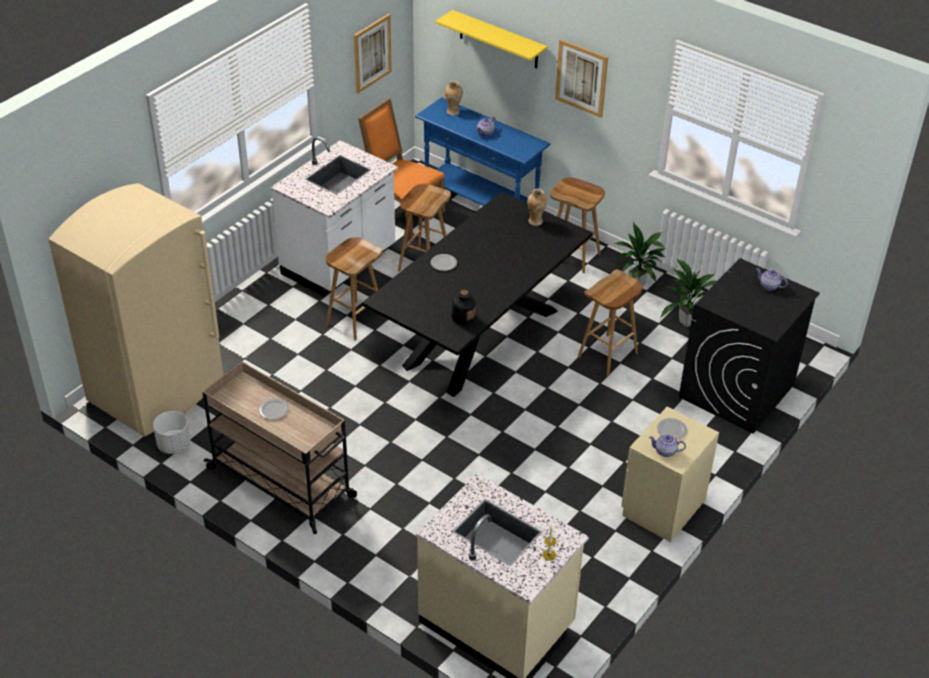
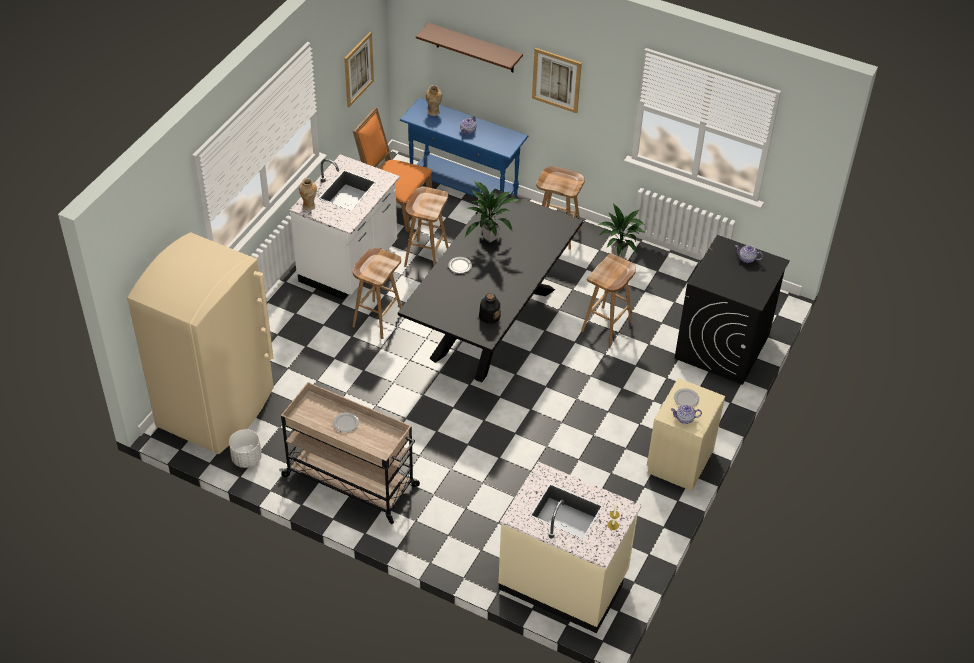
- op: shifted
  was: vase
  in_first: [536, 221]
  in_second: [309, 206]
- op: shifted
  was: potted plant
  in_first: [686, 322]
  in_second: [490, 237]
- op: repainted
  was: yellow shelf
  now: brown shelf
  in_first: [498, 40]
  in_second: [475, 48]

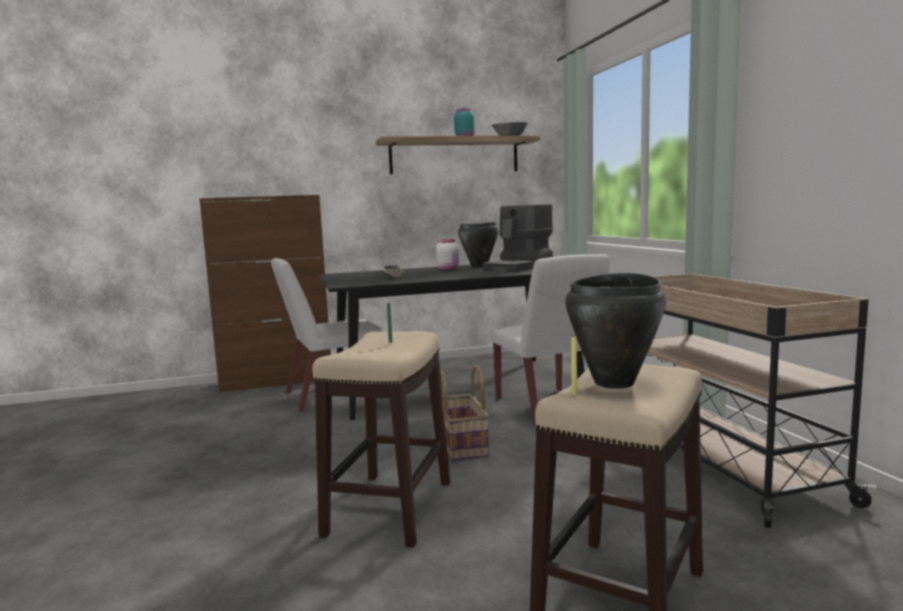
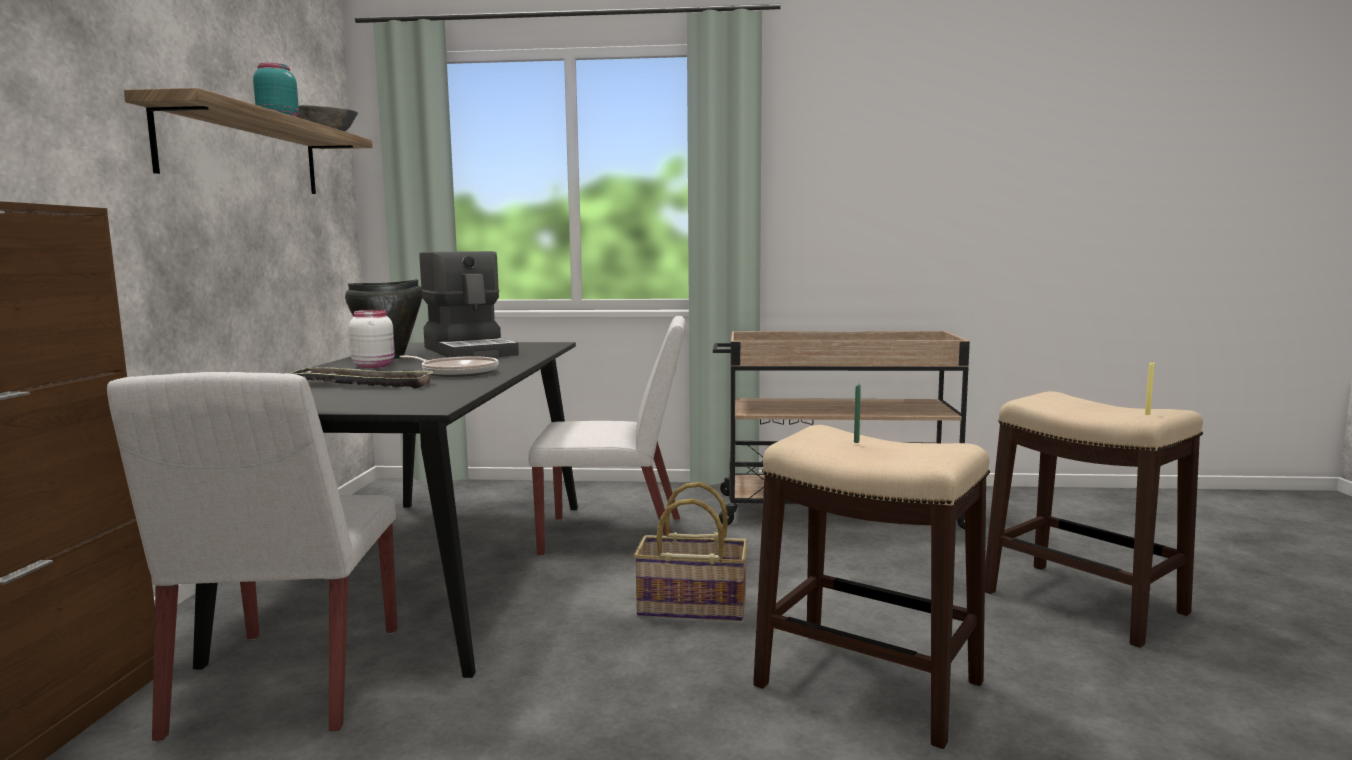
- op: gone
  was: black cooking pot
  in_first: [615, 383]
- op: new
  now: frying pan
  in_second: [457, 372]

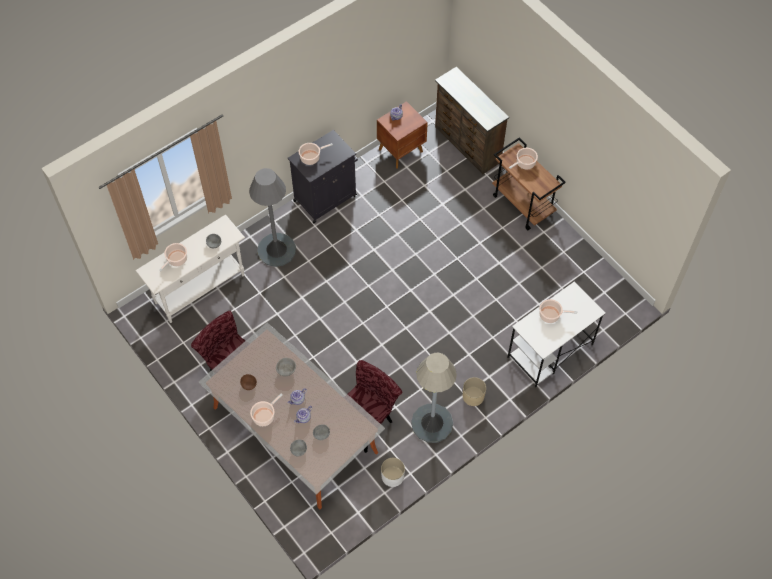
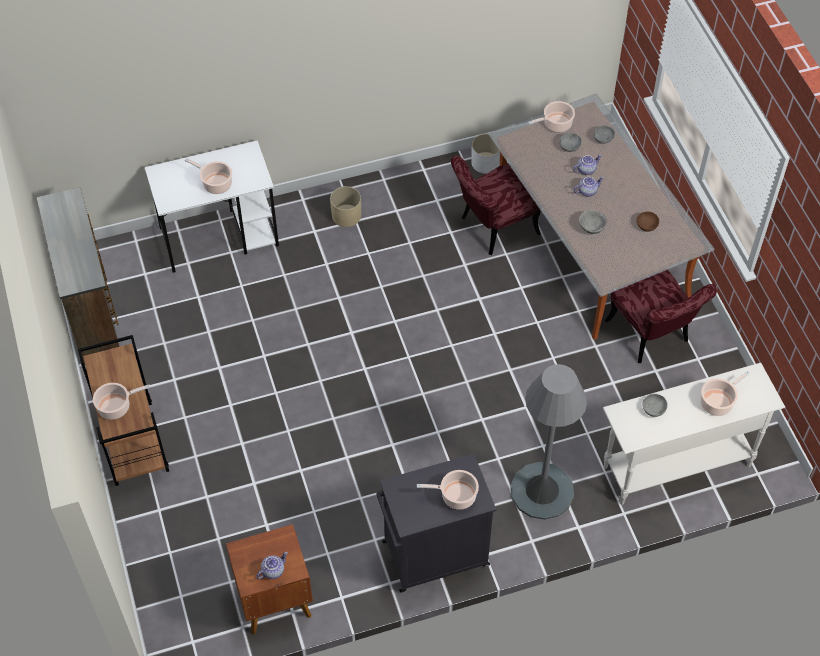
- op: gone
  was: grey floor lamp
  in_first: [432, 423]
- op: shifted
  was: cooking pot
  in_first: [264, 416]
  in_second: [555, 124]
- op: shifted
  was: brown dresser
  in_first: [467, 145]
  in_second: [92, 312]

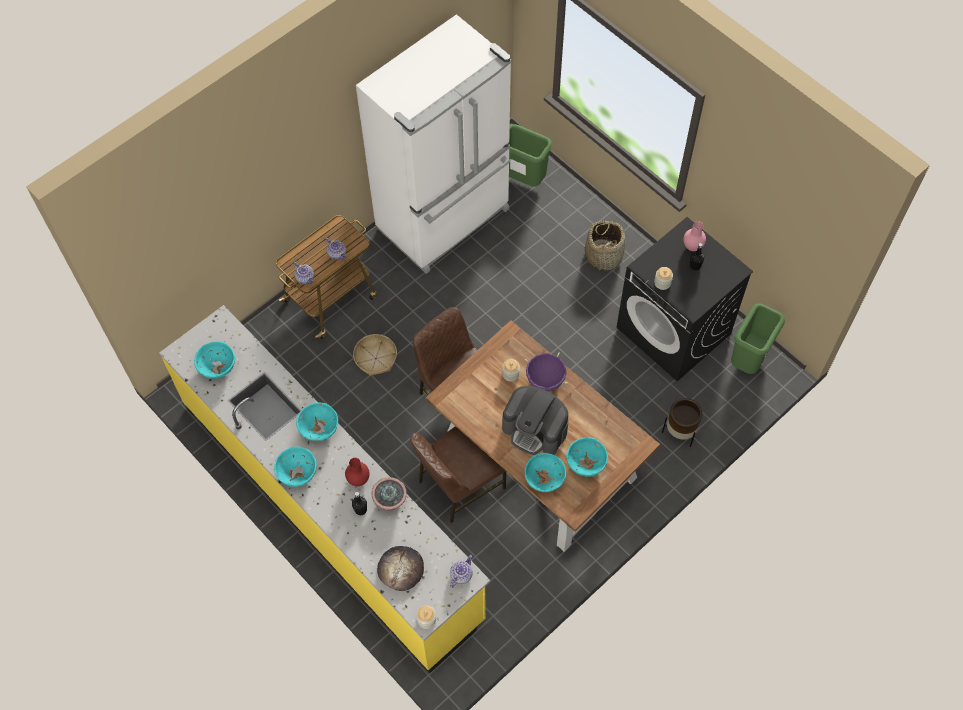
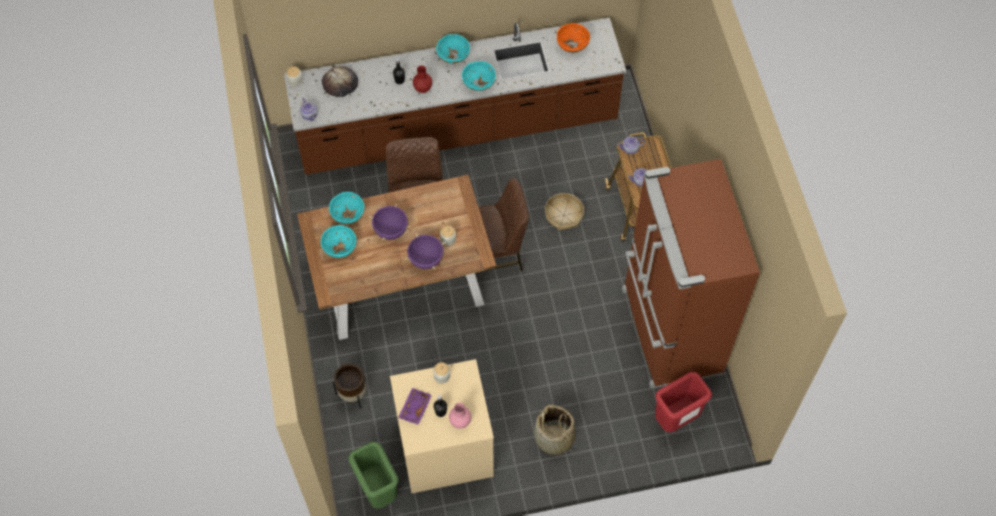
- op: gone
  was: potted plant
  in_first: [390, 501]
- op: new
  now: purple tray
  in_second: [414, 408]
- op: swapped
  was: coffee machine
  now: purple cooking pot
  in_first: [535, 429]
  in_second: [391, 231]
- op: repainted
  was: yellow counter
  now: brown counter
  in_first: [331, 508]
  in_second: [457, 129]
- op: repainted
  was: turquoise bowl
  now: orange bowl
  in_first: [218, 367]
  in_second: [572, 46]
- op: repainted
  was: white fridge
  now: brown fridge
  in_first: [445, 220]
  in_second: [669, 332]
- op: repainted
  was: green trash can
  now: red trash can
  in_first: [524, 179]
  in_second: [676, 419]
- op: repainted
  was: black washing machine
  now: beige washing machine
  in_first: [674, 331]
  in_second: [444, 449]

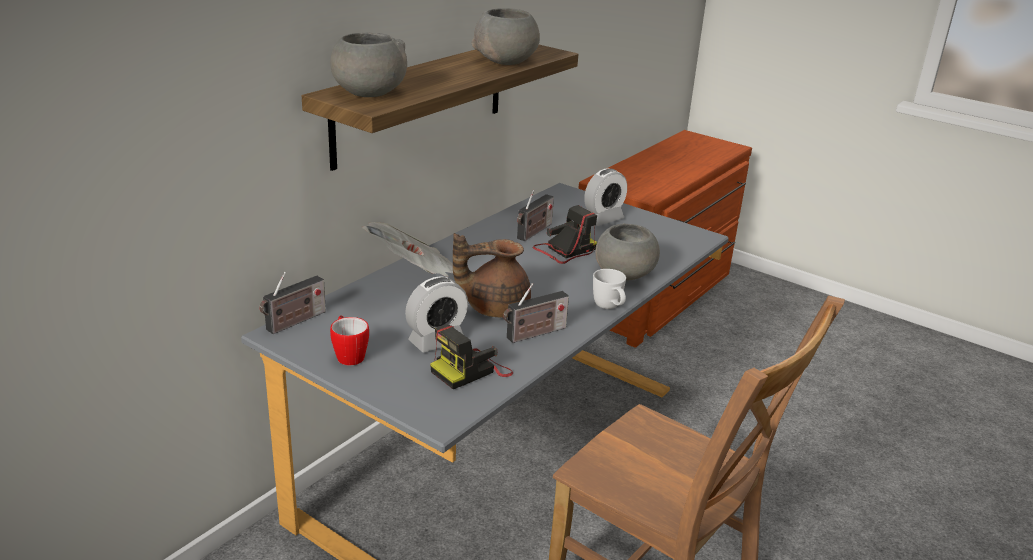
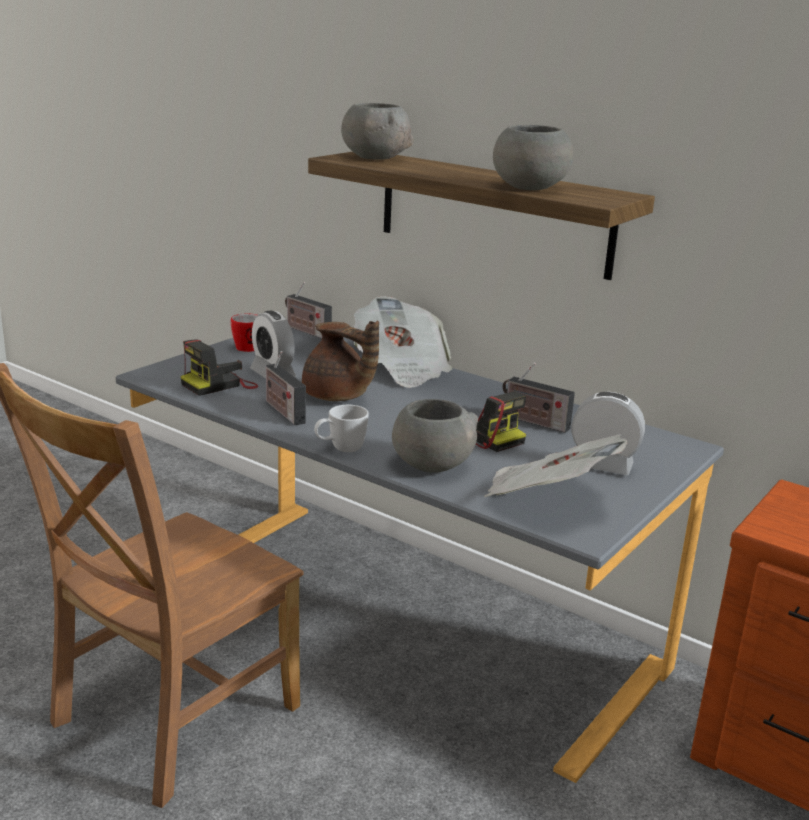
- op: new
  now: newspaper
  in_second: [547, 498]
- op: rotated
  was: photo camera
  in_first: [471, 371]
  in_second: [219, 385]
  clockwise: -90
- op: rotated
  was: brown teapot
  in_first: [494, 307]
  in_second: [337, 397]
  clockwise: 135
- op: rotated
  was: alarm clock
  in_first: [603, 219]
  in_second: [602, 465]
  clockwise: 150

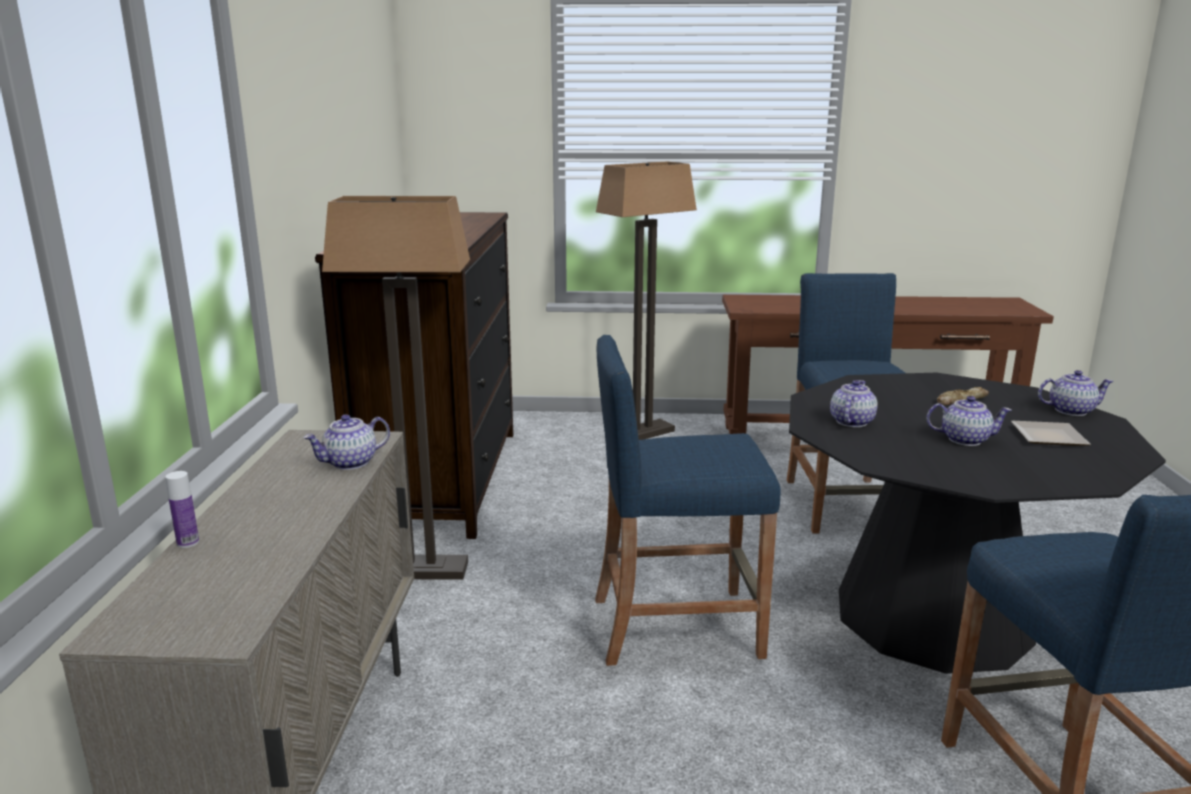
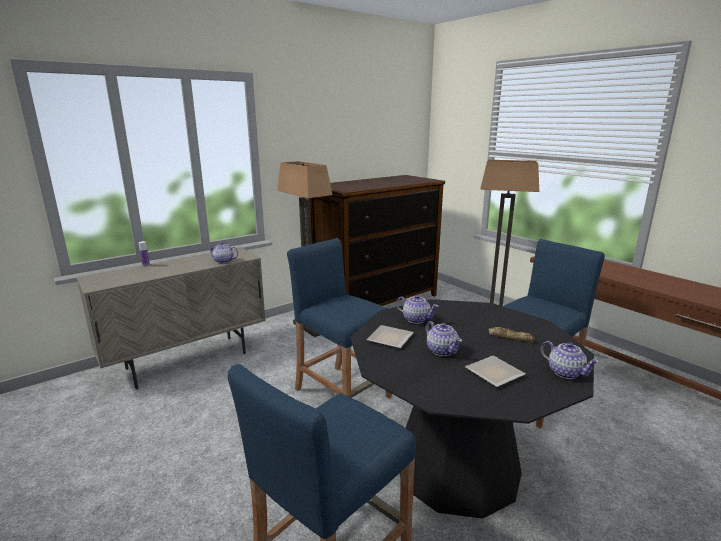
- op: new
  now: plate
  in_second: [389, 338]
- op: rotated
  was: teapot
  in_first: [851, 422]
  in_second: [416, 319]
  clockwise: 45

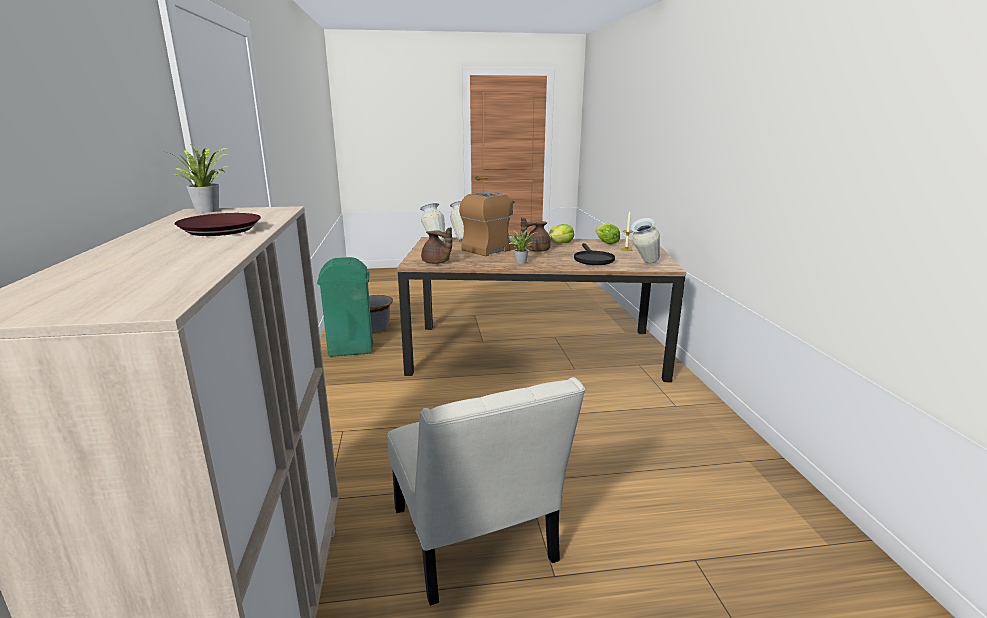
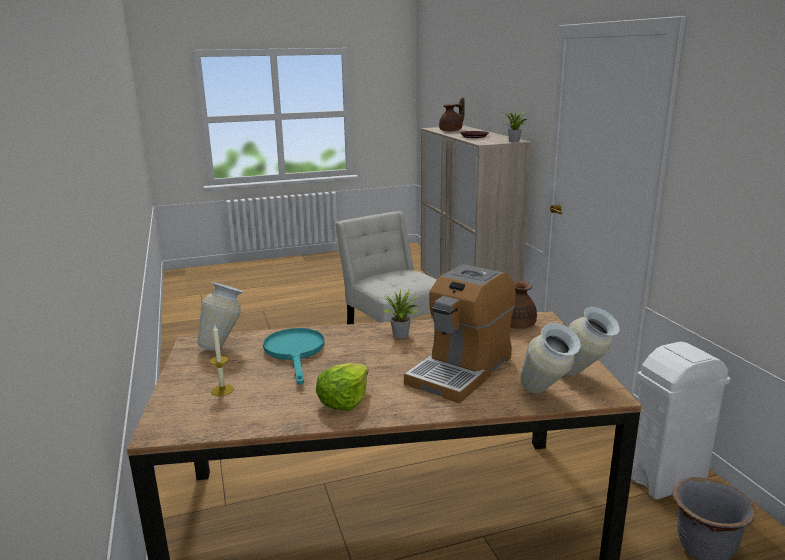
- op: gone
  was: lettuce
  in_first: [606, 243]
- op: shifted
  was: brown teapot
  in_first: [535, 250]
  in_second: [452, 131]
- op: repainted
  was: green trash can
  now: white trash can
  in_first: [350, 350]
  in_second: [667, 480]
- op: repainted
  was: black frying pan
  now: turquoise frying pan
  in_first: [592, 259]
  in_second: [295, 352]

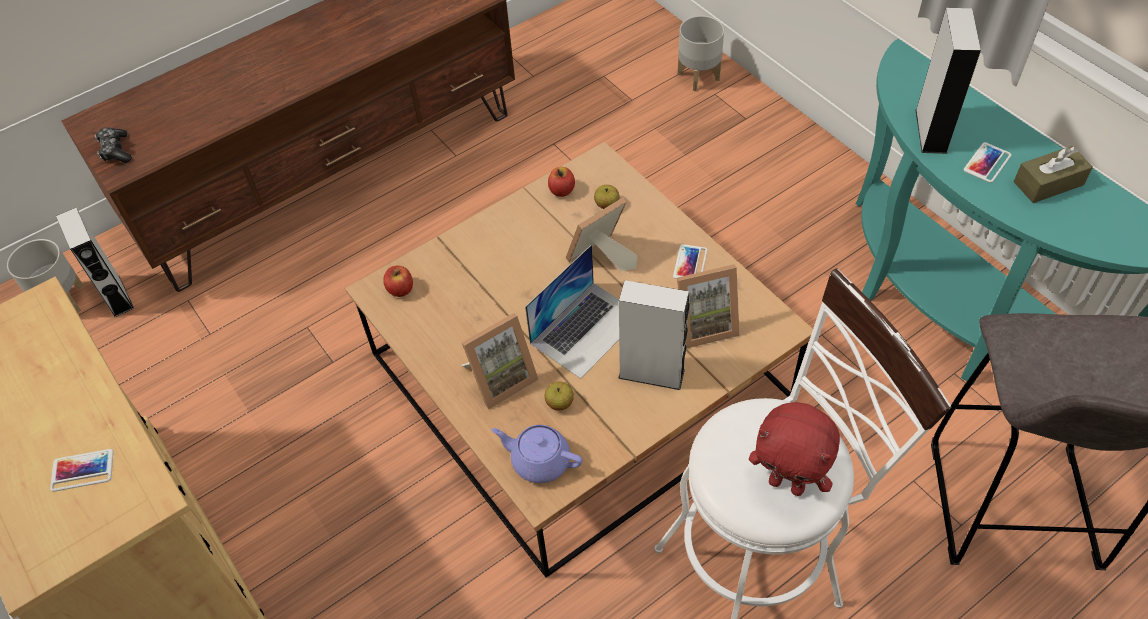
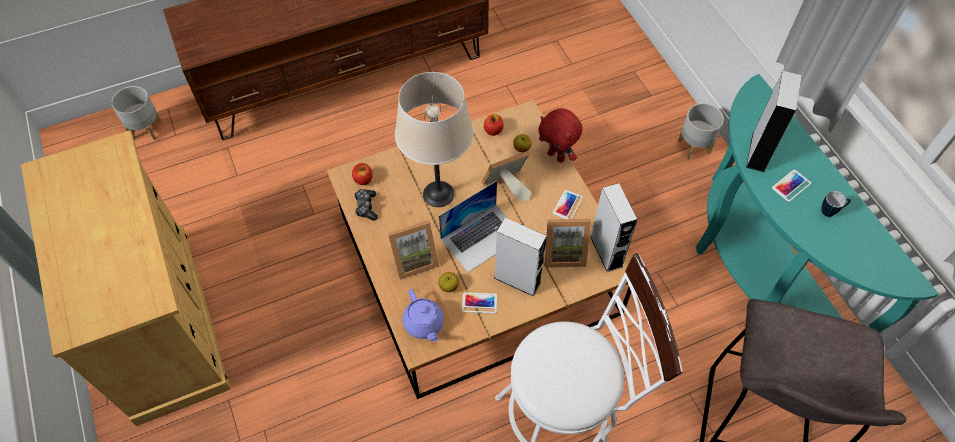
- op: new
  now: beige table lamp
  in_second: [439, 194]
- op: shifted
  was: phone
  in_first: [82, 470]
  in_second: [479, 303]
- op: shifted
  was: grey speaker
  in_first: [116, 296]
  in_second: [606, 251]
- op: shifted
  was: game controller
  in_first: [116, 150]
  in_second: [366, 207]
- op: shifted
  was: grey planter
  in_first: [699, 76]
  in_second: [694, 146]
- op: shifted
  was: red plush toy
  in_first: [787, 484]
  in_second: [557, 156]
- op: swapped
  was: brown tissue box
  now: mug
  in_first: [1048, 183]
  in_second: [830, 211]
- op: rotated
  was: purple teapot
  in_first: [539, 461]
  in_second: [424, 324]
  clockwise: -150

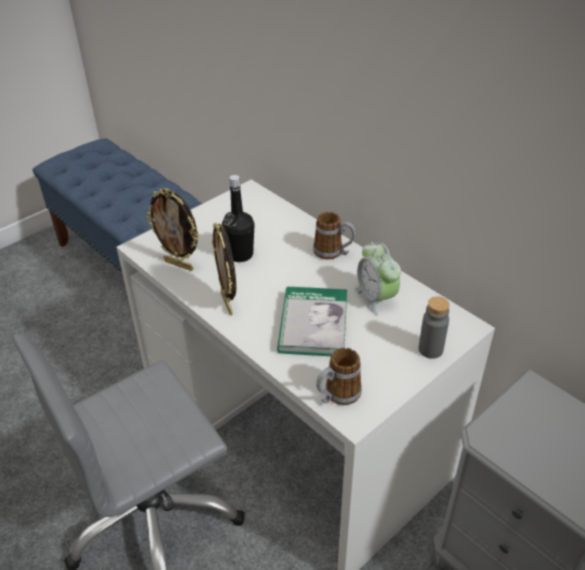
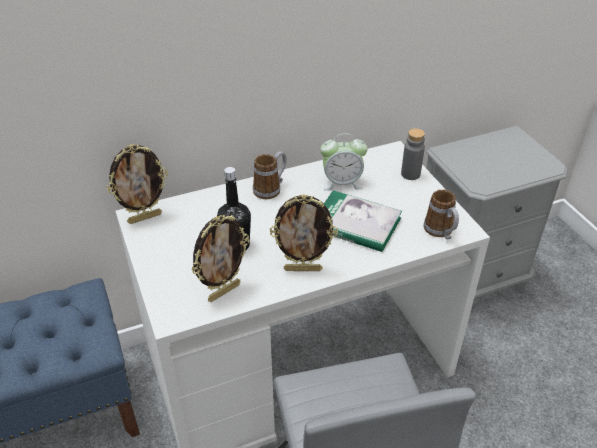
- op: new
  now: picture frame
  in_second: [145, 217]

